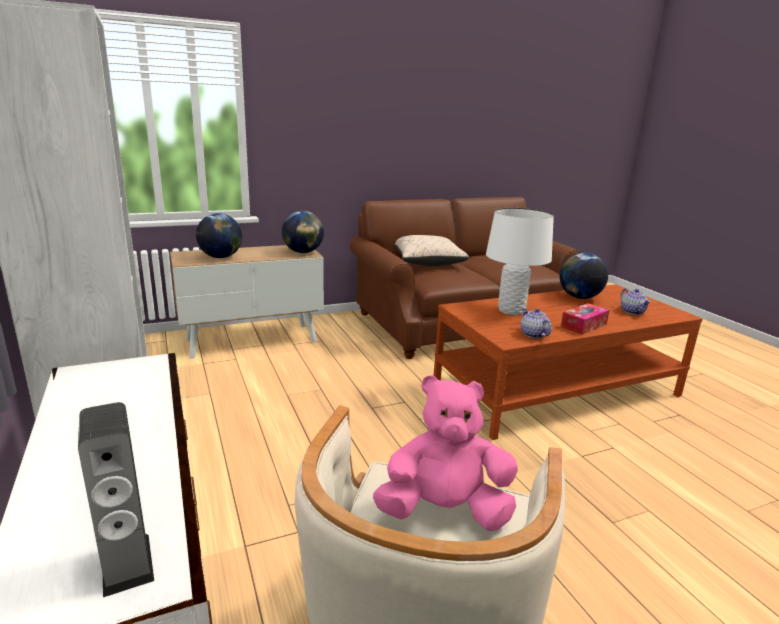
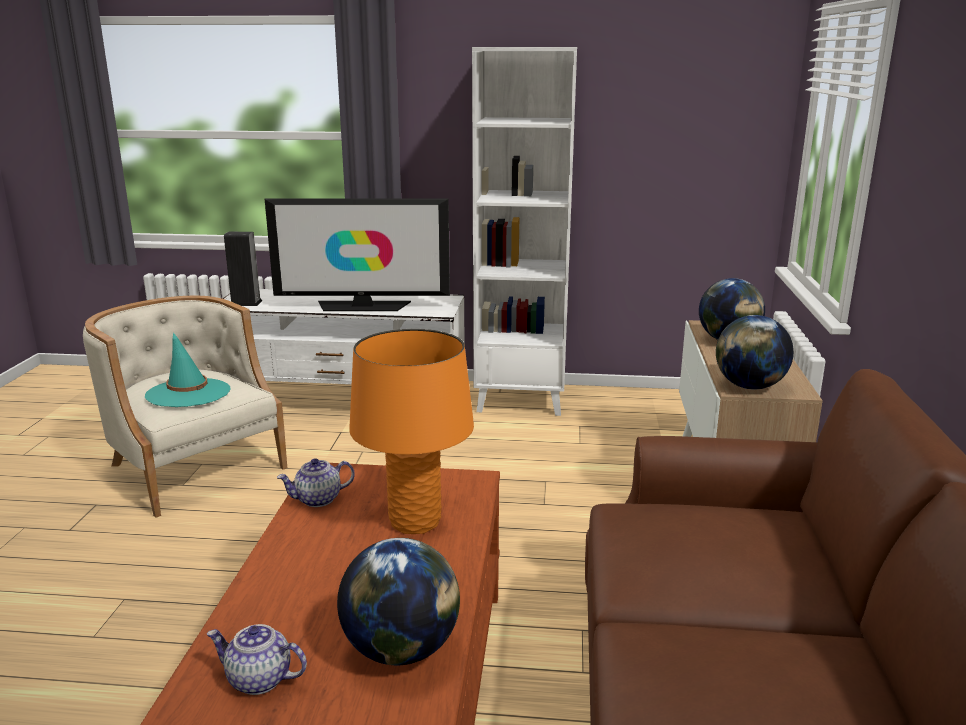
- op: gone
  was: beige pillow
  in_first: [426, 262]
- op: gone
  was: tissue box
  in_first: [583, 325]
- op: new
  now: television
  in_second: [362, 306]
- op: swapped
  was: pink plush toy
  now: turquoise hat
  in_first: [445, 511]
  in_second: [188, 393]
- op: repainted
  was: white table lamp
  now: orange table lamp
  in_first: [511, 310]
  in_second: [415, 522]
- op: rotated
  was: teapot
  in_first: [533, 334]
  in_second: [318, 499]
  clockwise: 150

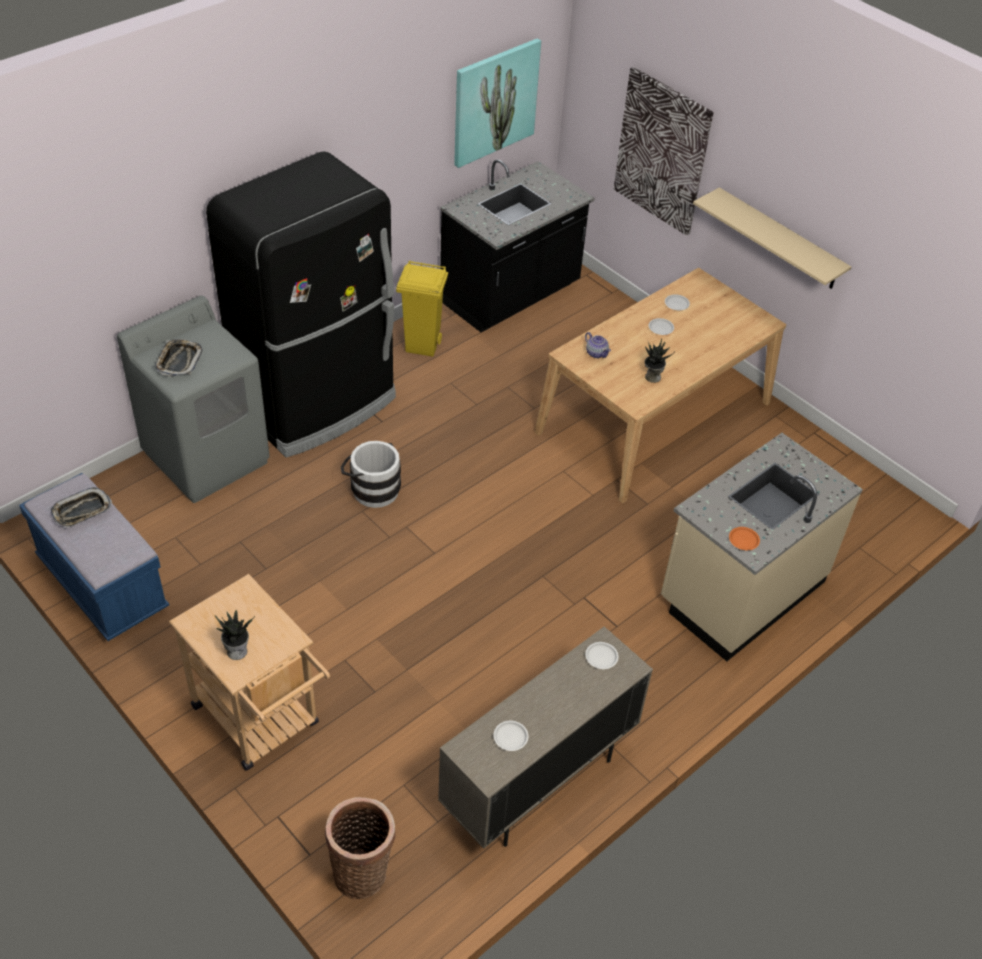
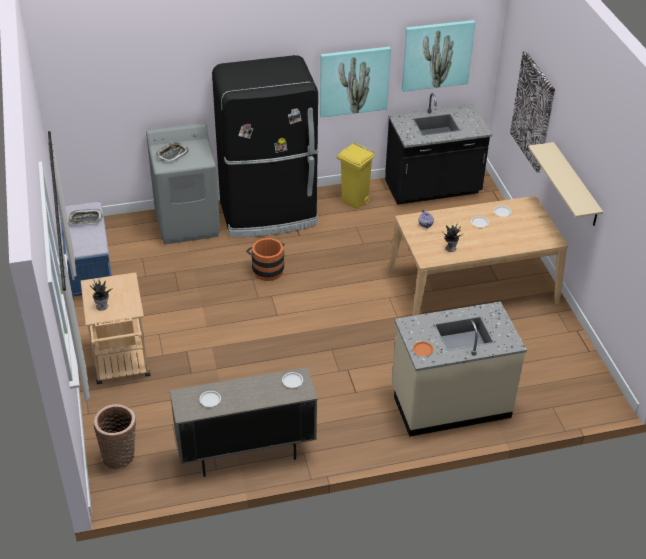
- op: new
  now: picture
  in_second: [354, 81]
- op: repainted
  was: white bucket
  now: orange bucket
  in_first: [372, 488]
  in_second: [266, 269]

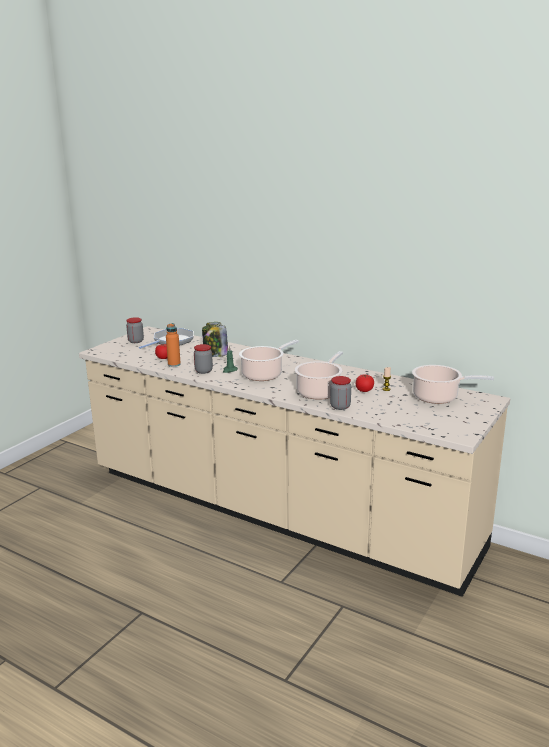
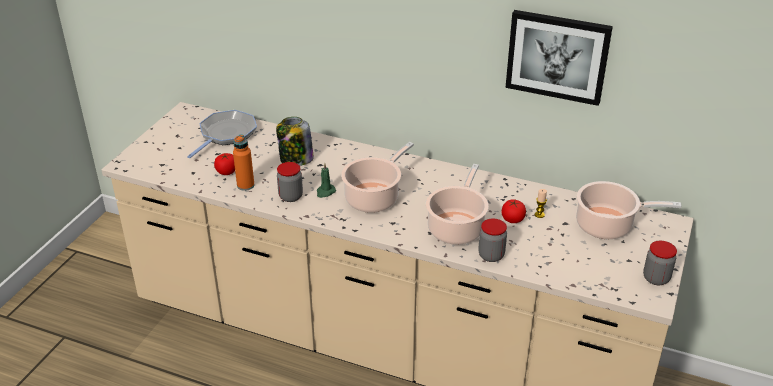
- op: new
  now: picture
  in_second: [557, 56]
- op: shifted
  was: jar
  in_first: [136, 341]
  in_second: [656, 278]

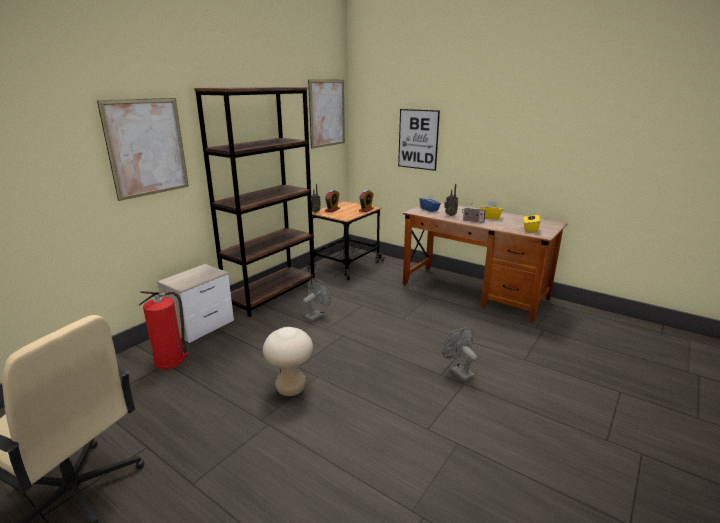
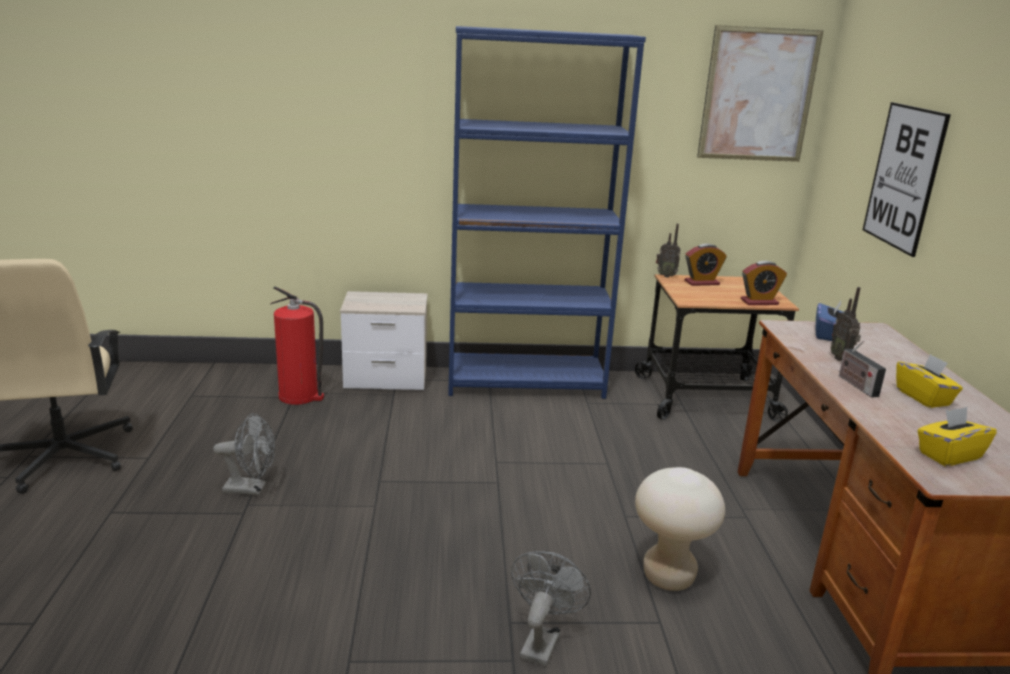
- op: gone
  was: picture
  in_first: [147, 147]
- op: shifted
  was: beige stool
  in_first: [291, 388]
  in_second: [668, 577]
- op: shifted
  was: grey fan
  in_first: [317, 315]
  in_second: [251, 489]
- op: repainted
  was: brown bookcase
  now: blue bookcase
  in_first: [271, 293]
  in_second: [525, 383]

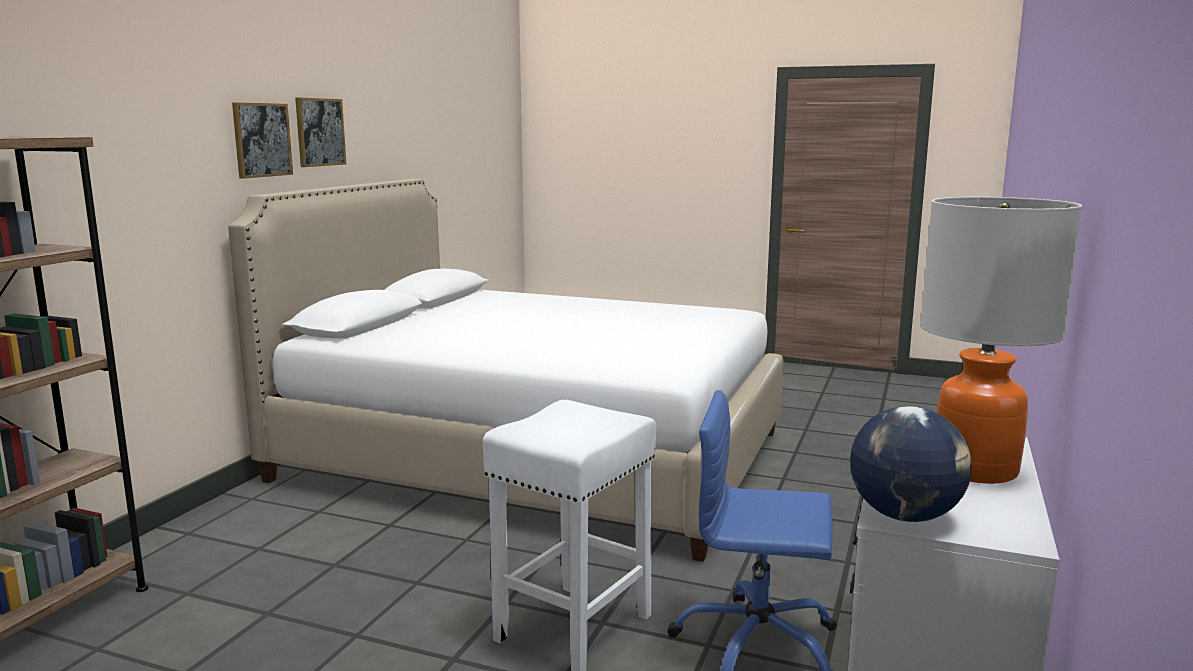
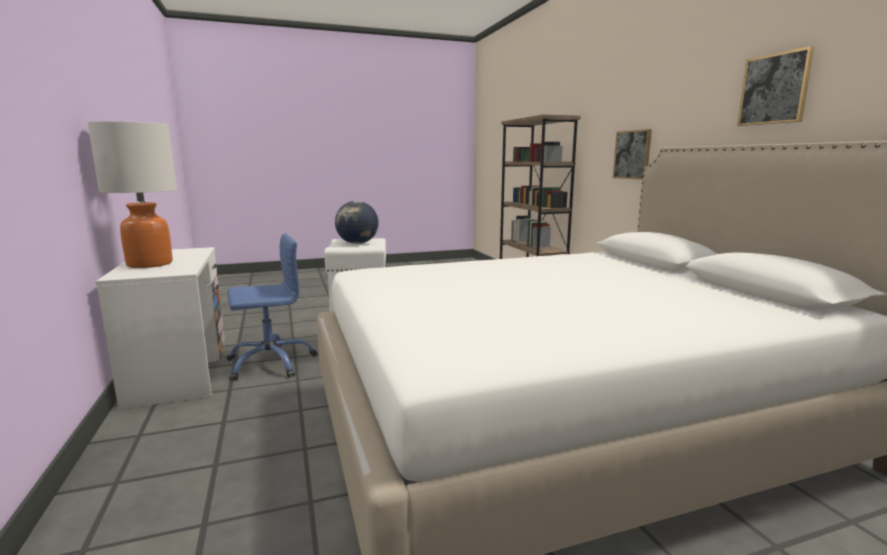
- op: shifted
  was: picture
  in_first: [261, 140]
  in_second: [632, 154]
- op: shifted
  was: globe
  in_first: [904, 516]
  in_second: [357, 243]

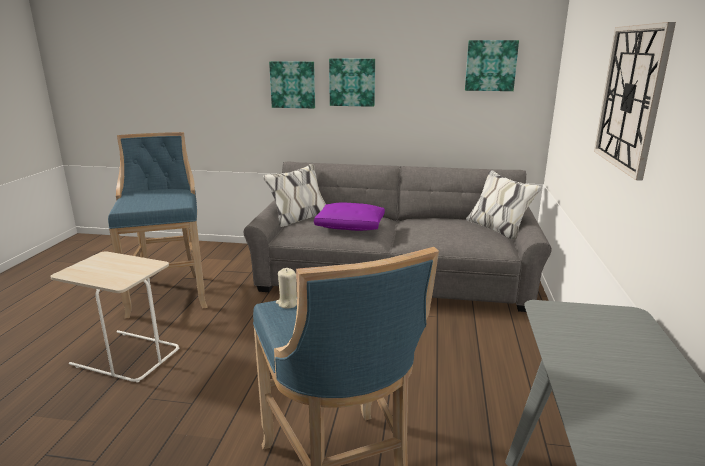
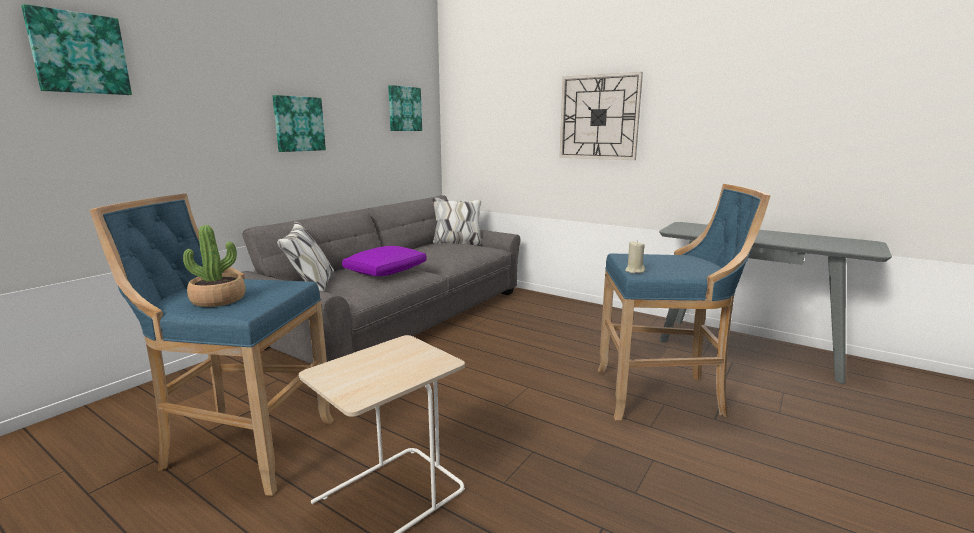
- op: new
  now: potted plant
  in_second: [218, 300]
- op: shifted
  was: picture
  in_first: [293, 84]
  in_second: [79, 53]

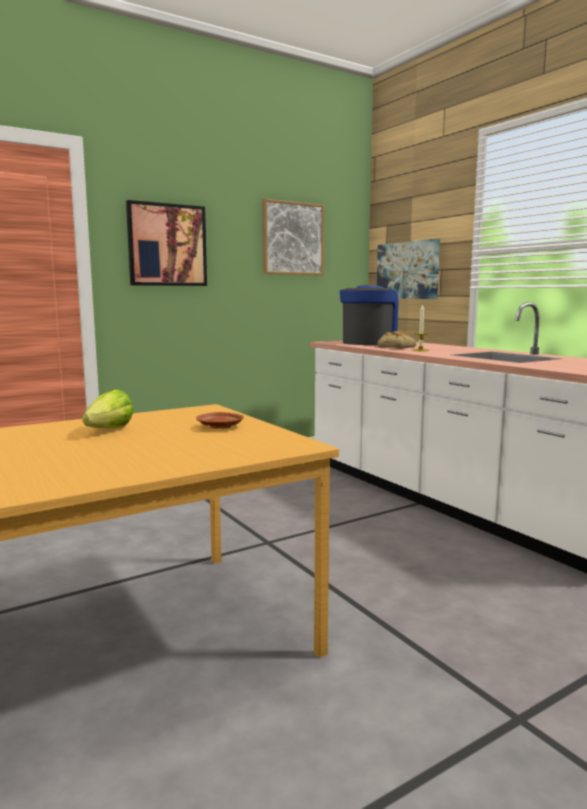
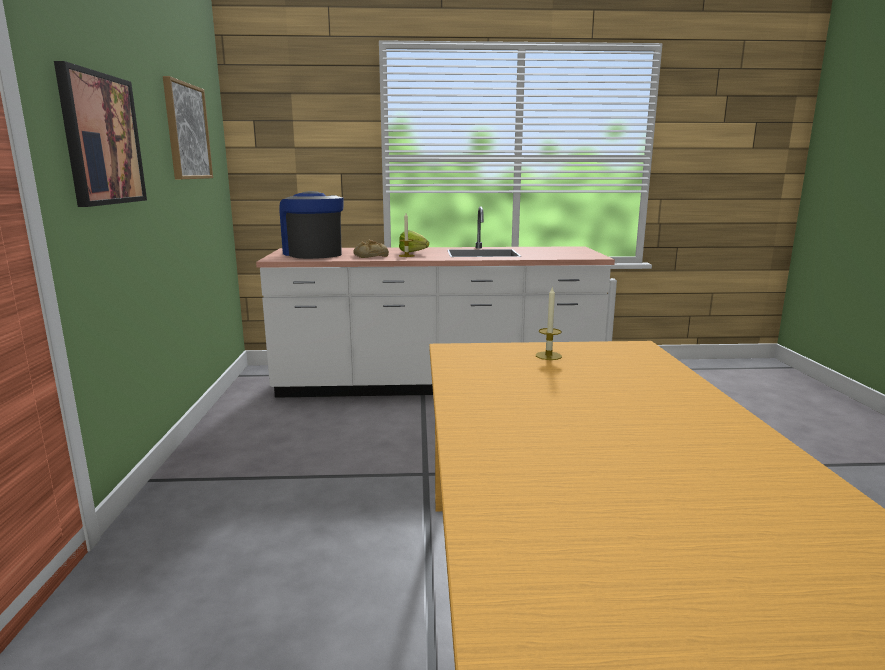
- op: gone
  was: picture
  in_first: [407, 270]
- op: shifted
  was: lettuce
  in_first: [104, 432]
  in_second: [415, 253]
- op: swapped
  was: brown plate
  now: candle
  in_first: [220, 427]
  in_second: [548, 356]

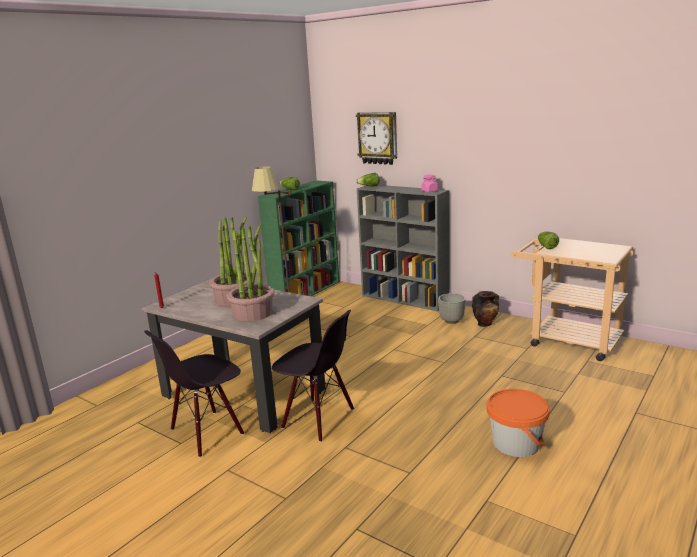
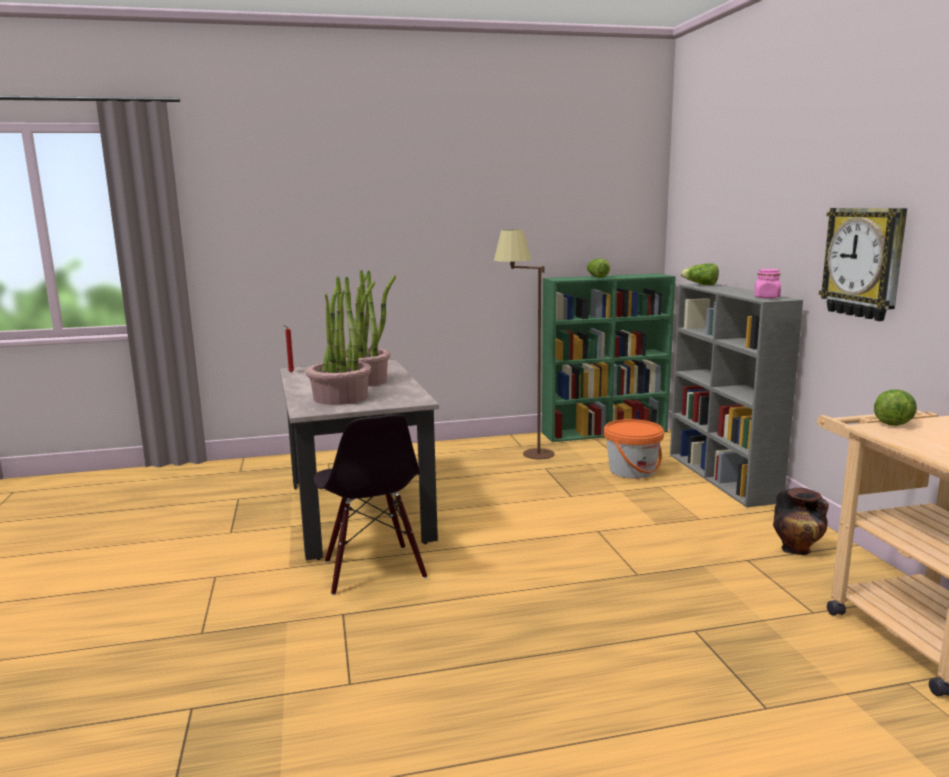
- op: gone
  was: black chair
  in_first: [206, 433]
- op: gone
  was: grey planter
  in_first: [451, 321]
- op: shifted
  was: wall clock
  in_first: [378, 138]
  in_second: [864, 262]
- op: shifted
  was: orange bucket
  in_first: [516, 443]
  in_second: [632, 470]

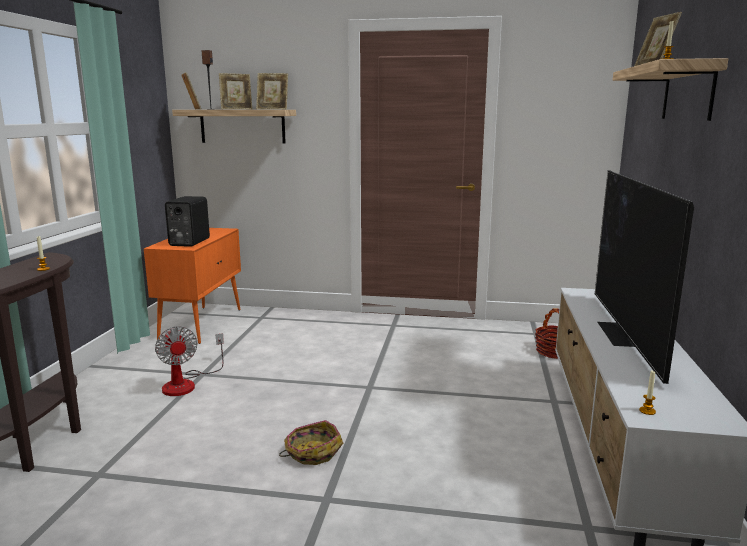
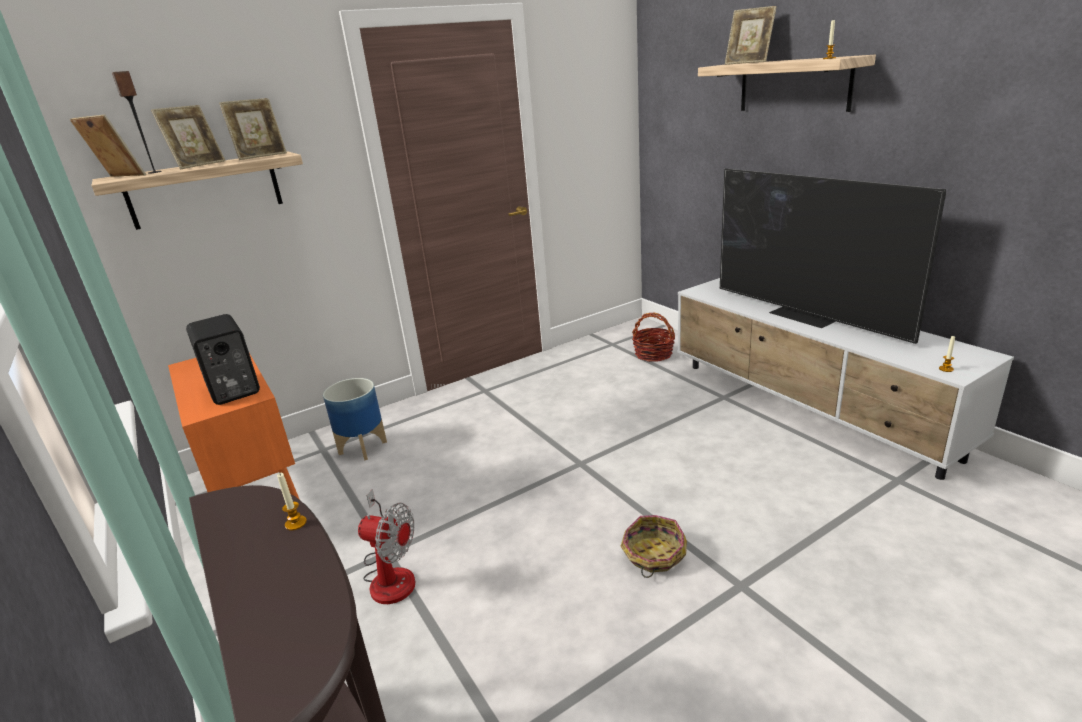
- op: new
  now: planter
  in_second: [362, 448]

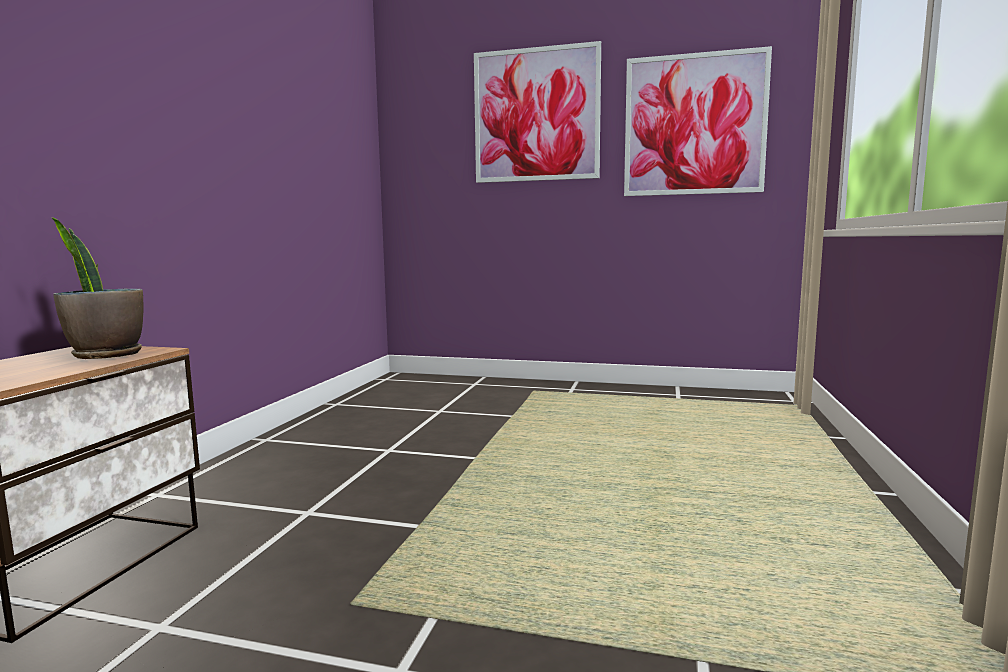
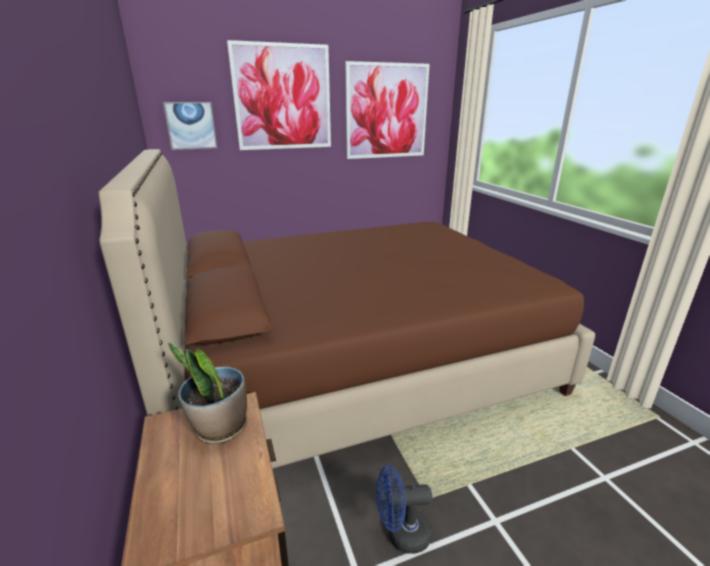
- op: new
  now: brown bed
  in_second: [355, 361]
- op: new
  now: picture
  in_second: [191, 125]
- op: new
  now: blue fan
  in_second: [401, 534]

